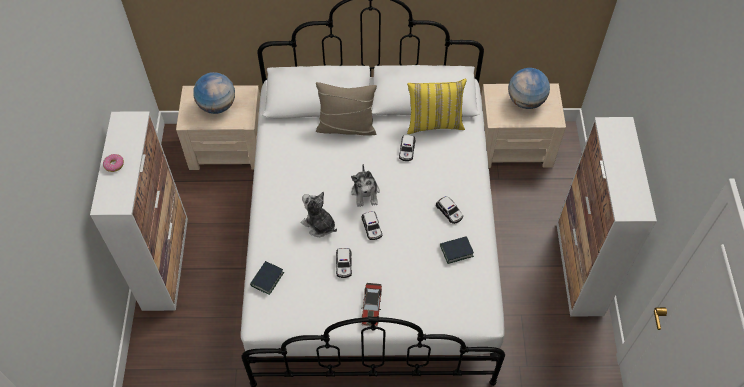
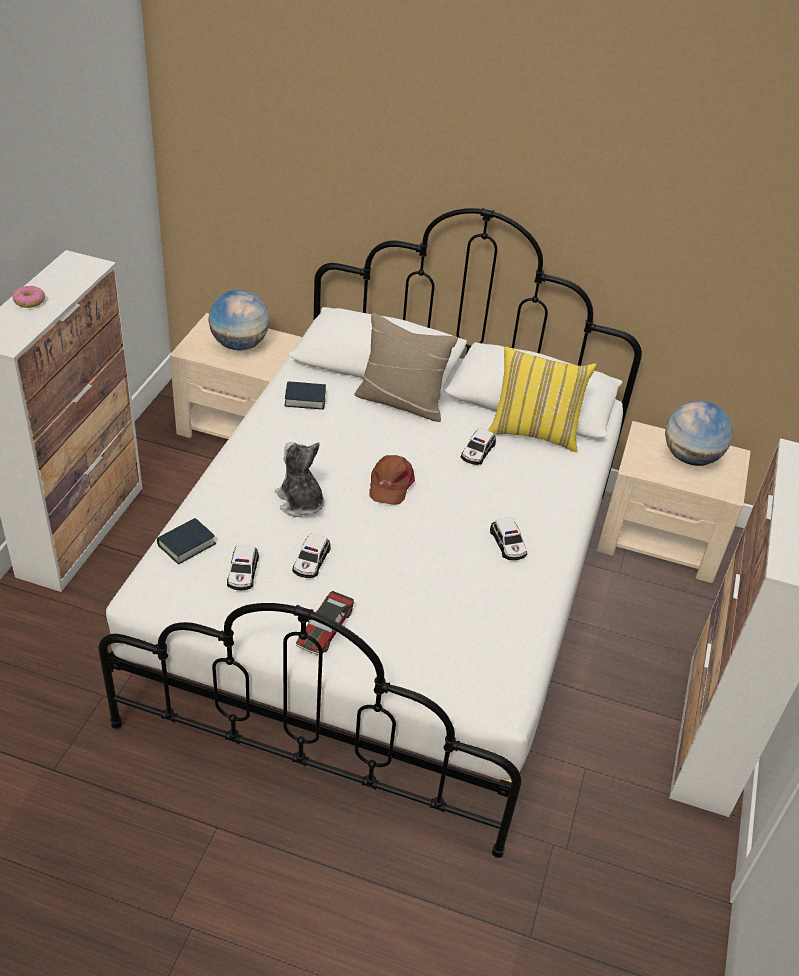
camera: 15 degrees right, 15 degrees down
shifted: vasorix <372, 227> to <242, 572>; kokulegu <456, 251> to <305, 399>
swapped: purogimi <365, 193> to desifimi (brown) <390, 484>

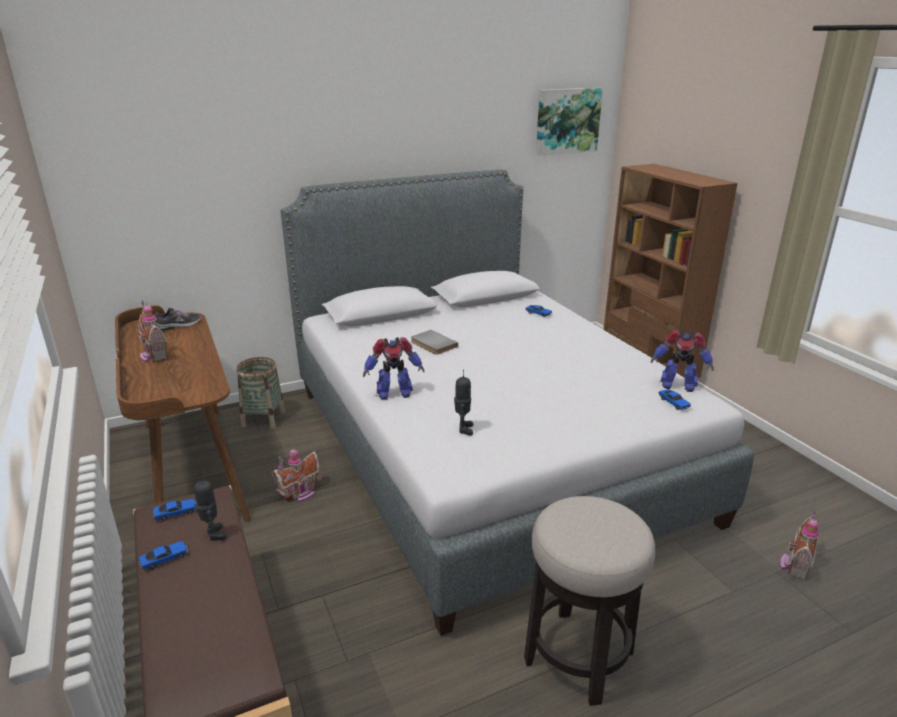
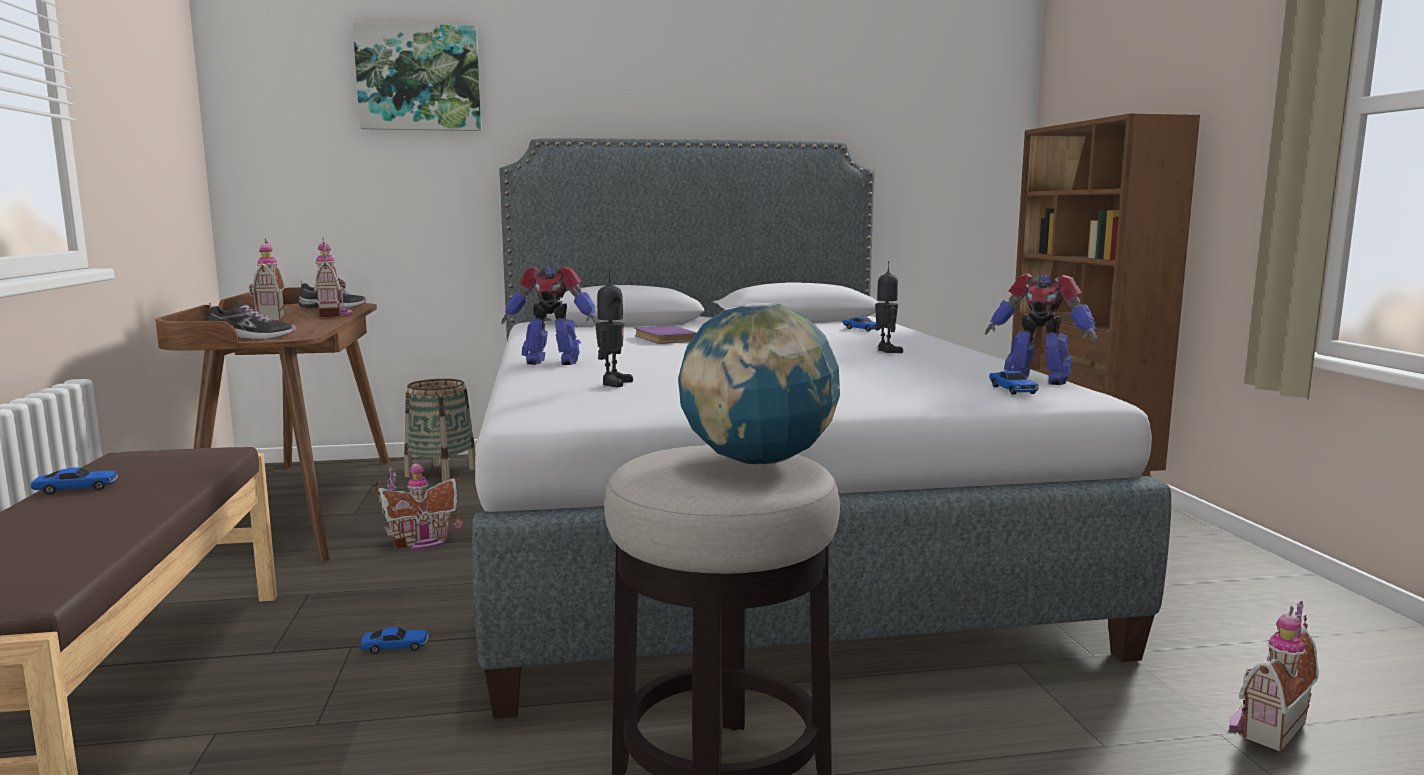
camera: 15 degrees right, 15 degrees down
new: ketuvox <251, 338>; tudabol <335, 314>; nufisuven <758, 461>
shifted: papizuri <567, 121> to <419, 78>; vasorix <176, 513> to <395, 647>; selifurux <213, 535> to <886, 351>
repainted: kokulegu (grey) <432, 344> to kokulegu (purple) <664, 338>

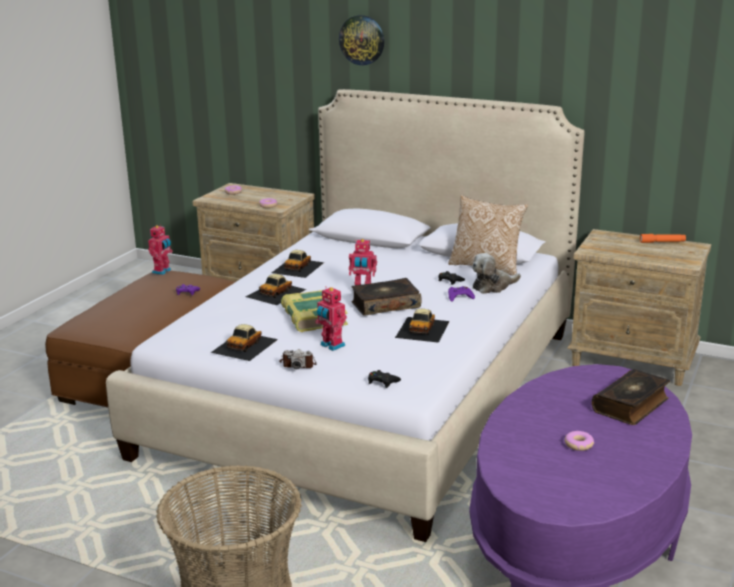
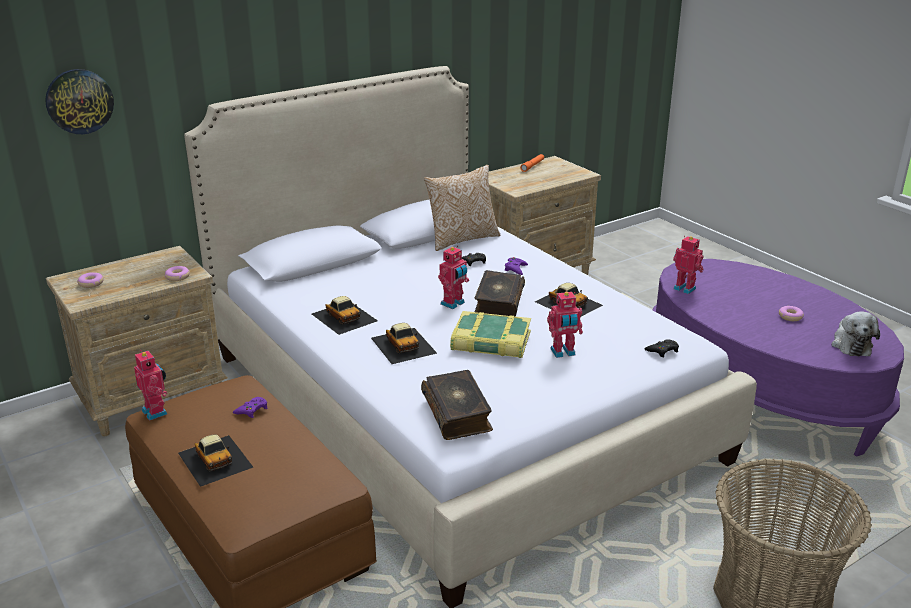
camera: 60 degrees left, 5 degrees up
gone: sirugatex <298, 364>
new: selifurux <685, 288>
shifted: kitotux <362, 40> to <79, 101>; vasorix <245, 345> to <215, 459>; kokulegu <631, 405> to <457, 413>; purogimi <493, 286> to <851, 344>

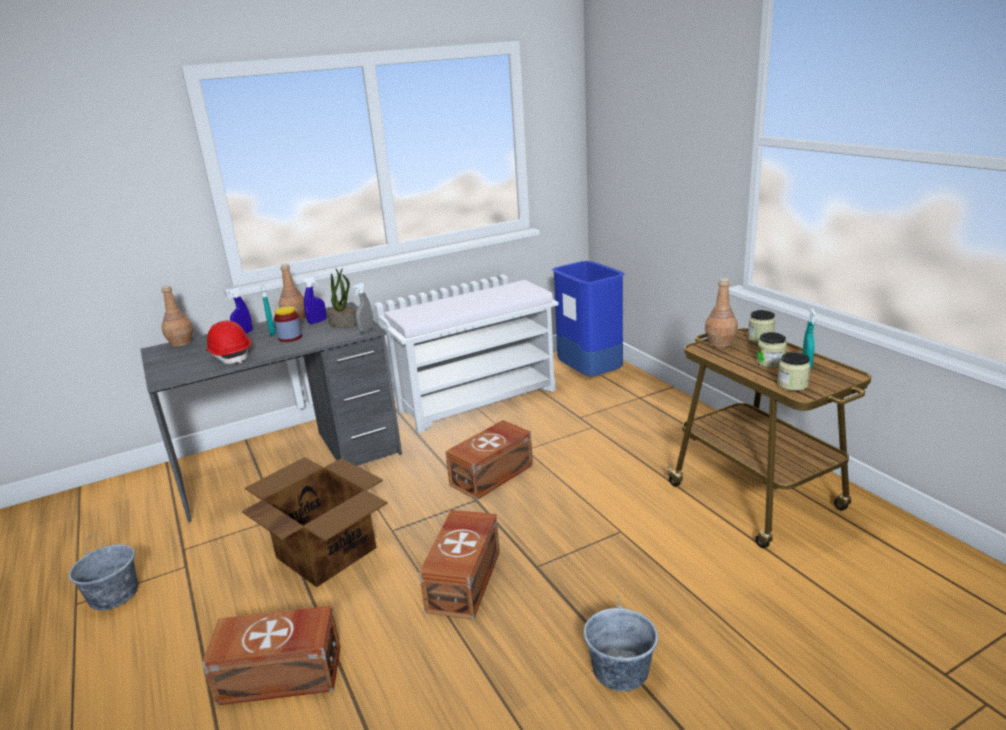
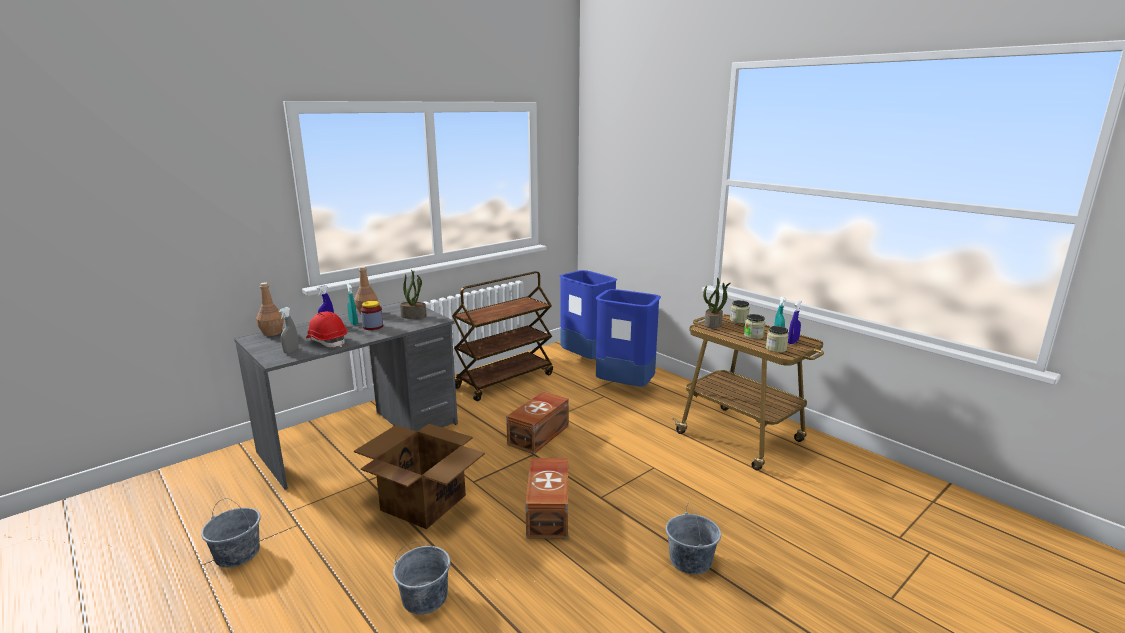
camera: 15 degrees left, 5 degrees down
new: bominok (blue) <625, 387>
shifted: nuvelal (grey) <366, 330> to <291, 351>; nuvelal (blue) <317, 322> to <793, 342>
swapped: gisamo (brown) <282, 676> to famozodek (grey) <425, 598>; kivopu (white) <478, 399> to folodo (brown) <505, 380>; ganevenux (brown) <720, 343> to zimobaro <713, 324>

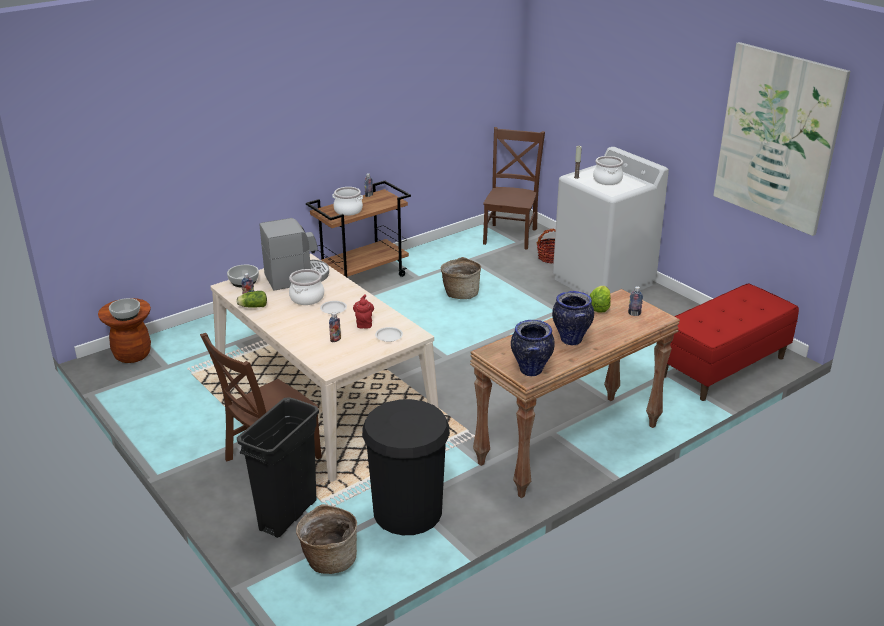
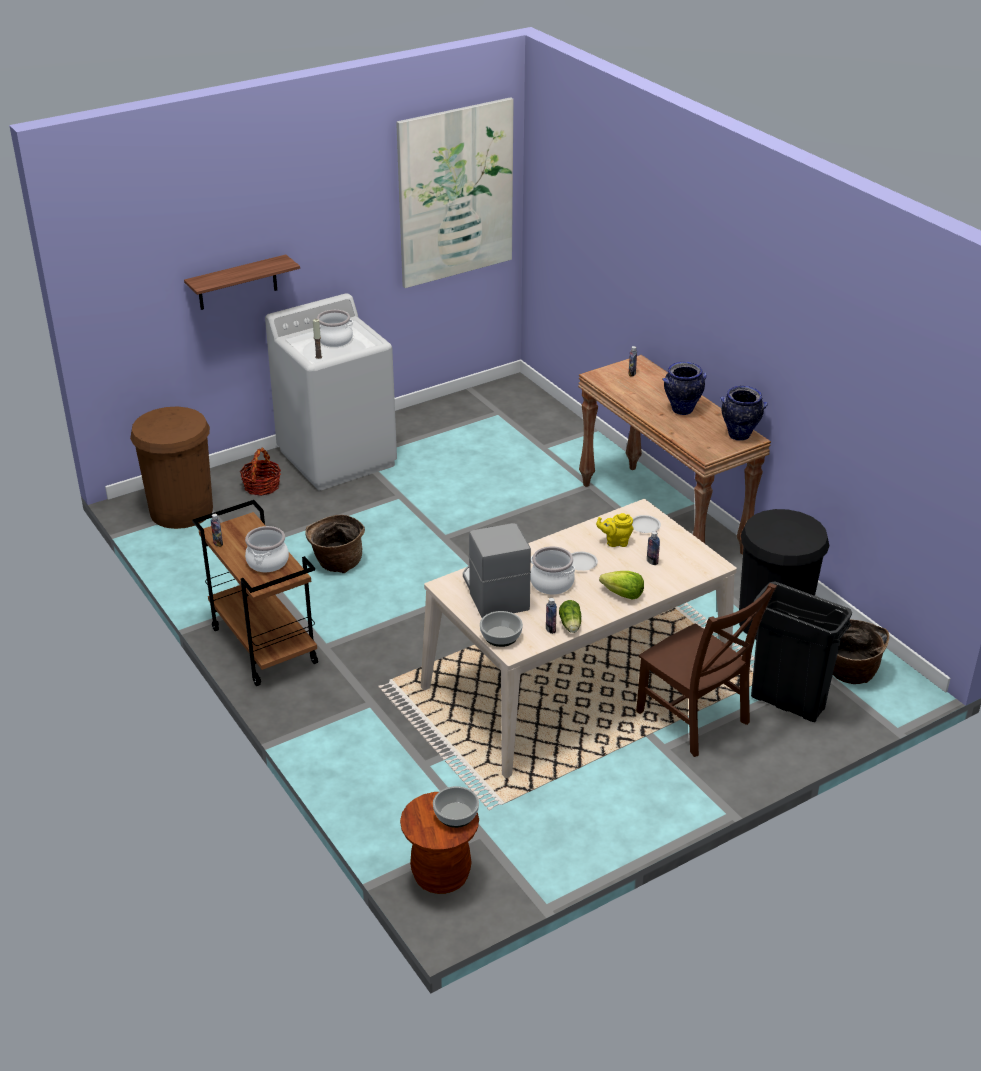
camera: 85 degrees left, 5 degrees up
gone: kivopu (red) <723, 367>
new: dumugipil <237, 283>
shifted: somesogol <599, 307> to <623, 595>
swapped: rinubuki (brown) <511, 235> to bominok (brown) <181, 510>
repainted: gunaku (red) <364, 323> to gunaku (yellow) <615, 542>

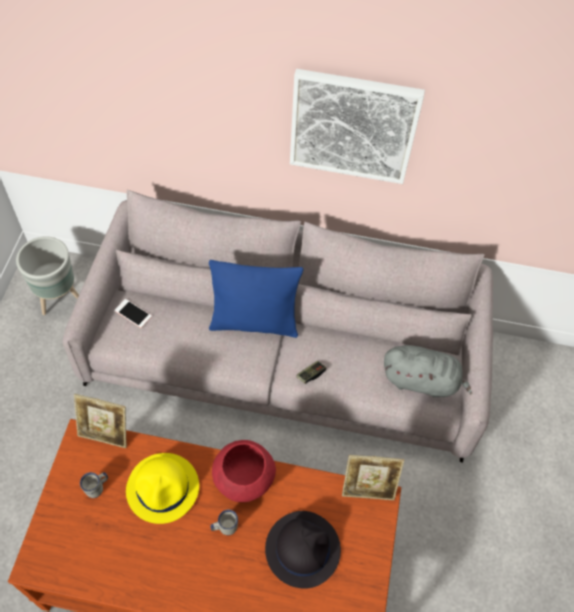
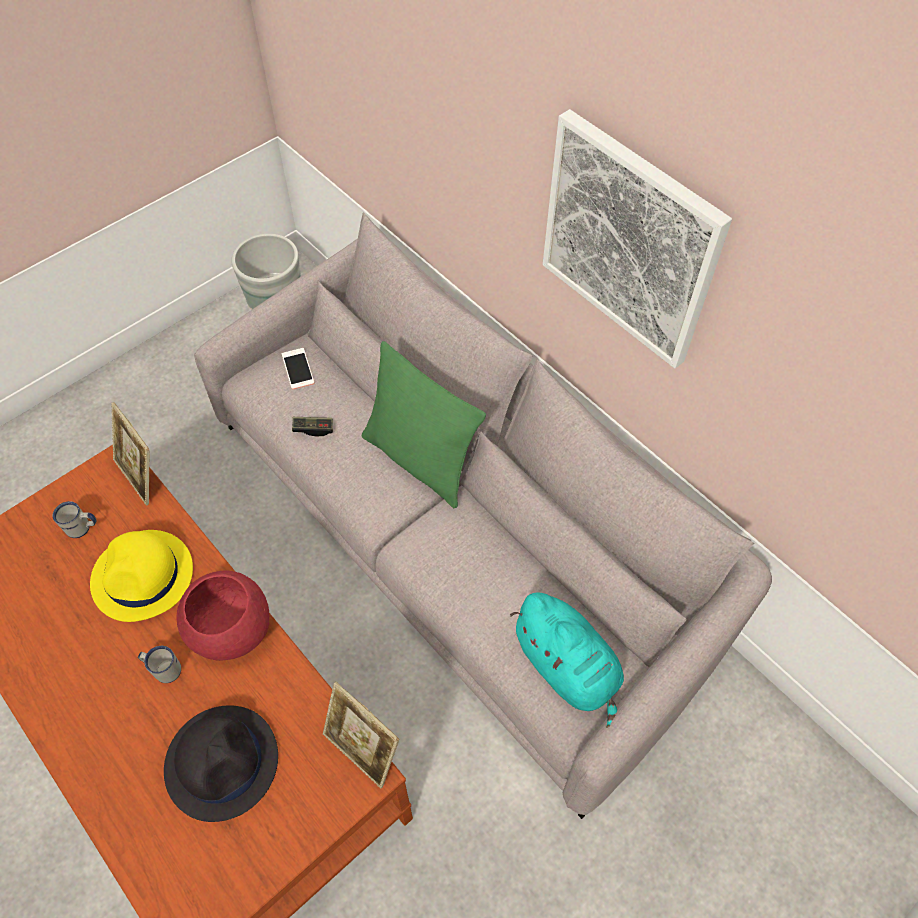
camera: 40 degrees right, 0 degrees up
shifted: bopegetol <311, 374> to <313, 429>
repainted: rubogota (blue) <254, 323> to rubogota (green) <420, 460>; purogimi (grey) <423, 381> to purogimi (turquoise) <568, 668>

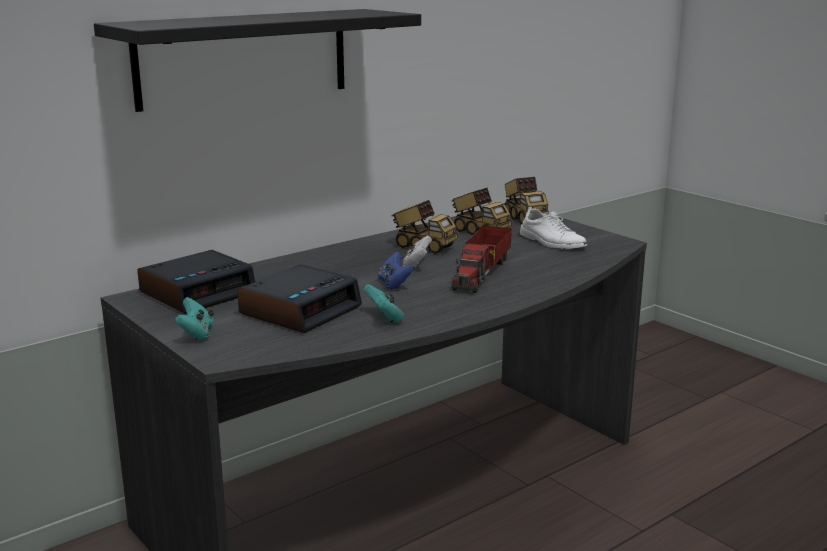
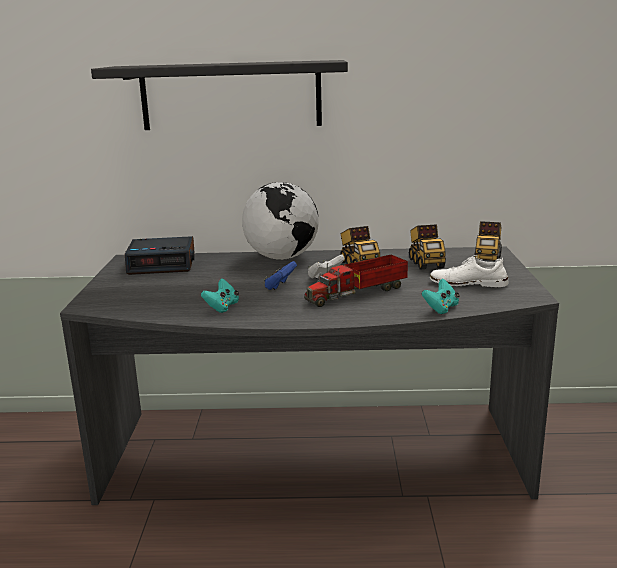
camera: 40 degrees right, 0 degrees up
gone: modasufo <300, 310>
new: nufisuven <282, 258>
shifted: bopegetol (turquoise) <196, 334> to <441, 308>
rotated: ketuvox (white) <551, 242> = <468, 283> 105 degrees clockwise

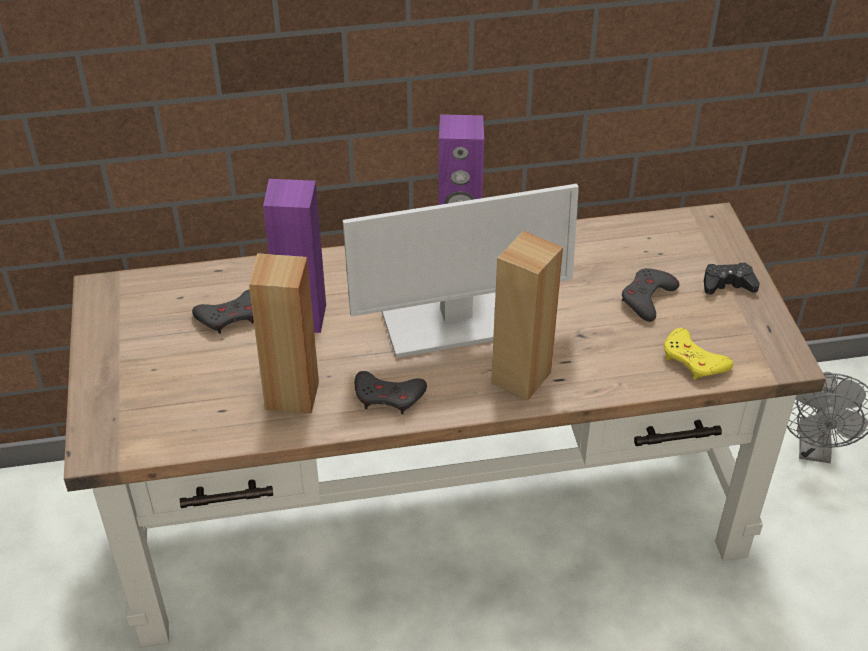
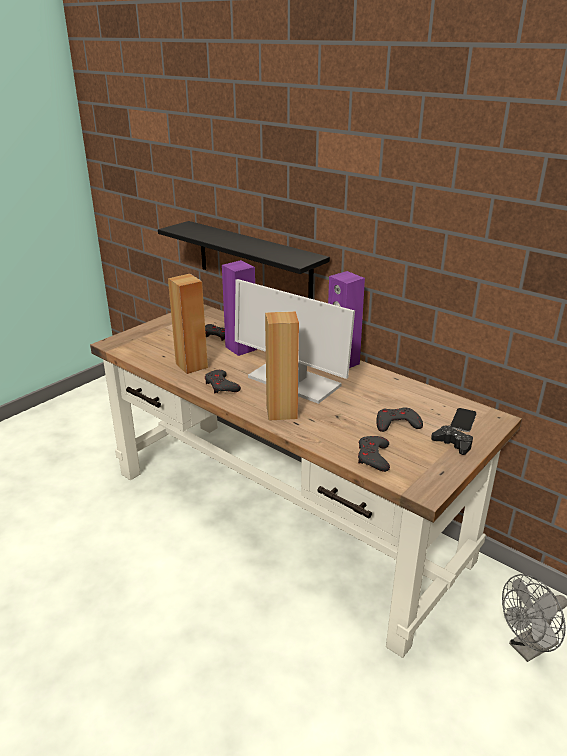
camera: 50 degrees right, 15 degrees down
new: dumugipil (black) <253, 261>; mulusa <463, 420>
repainted: bopegetol (yellow) <693, 360> to bopegetol (grey) <373, 457>

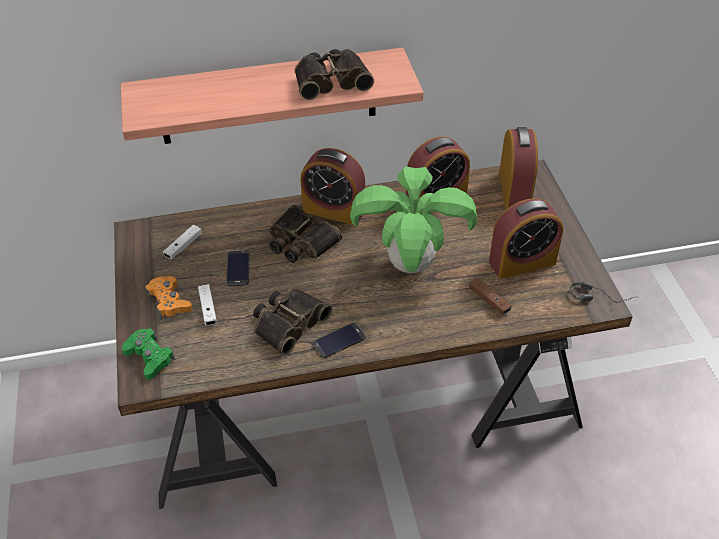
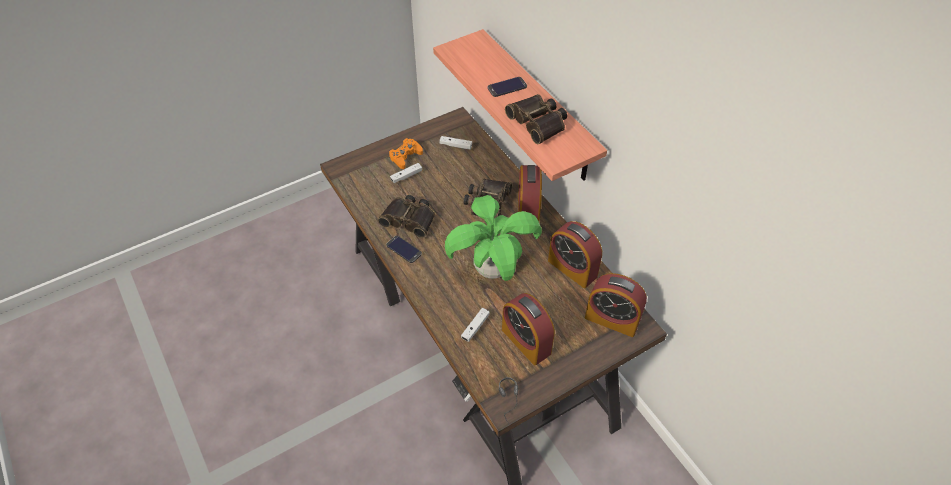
camera: 70 degrees right, 5 degrees up
gone: bopegetol (green) <149, 357>
shifted: mulusa <238, 268> to <507, 87>
repainted: bopegetol (brown) <489, 300> to bopegetol (white) <475, 327>
rotated: modasufo <514, 190> = <612, 319> 45 degrees clockwise

